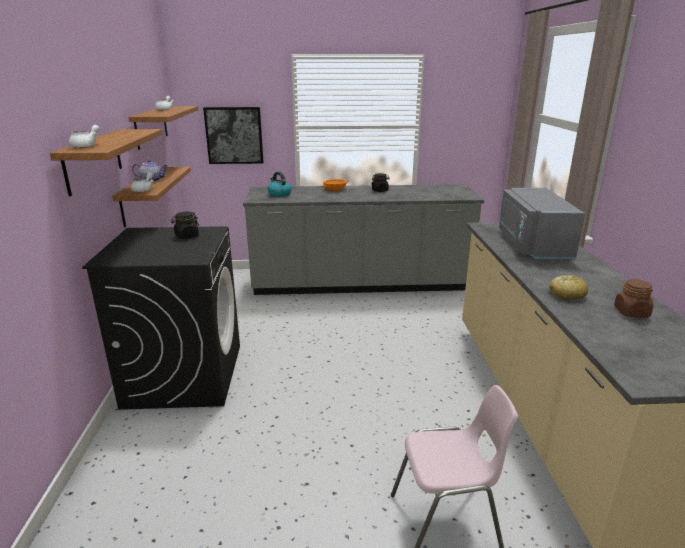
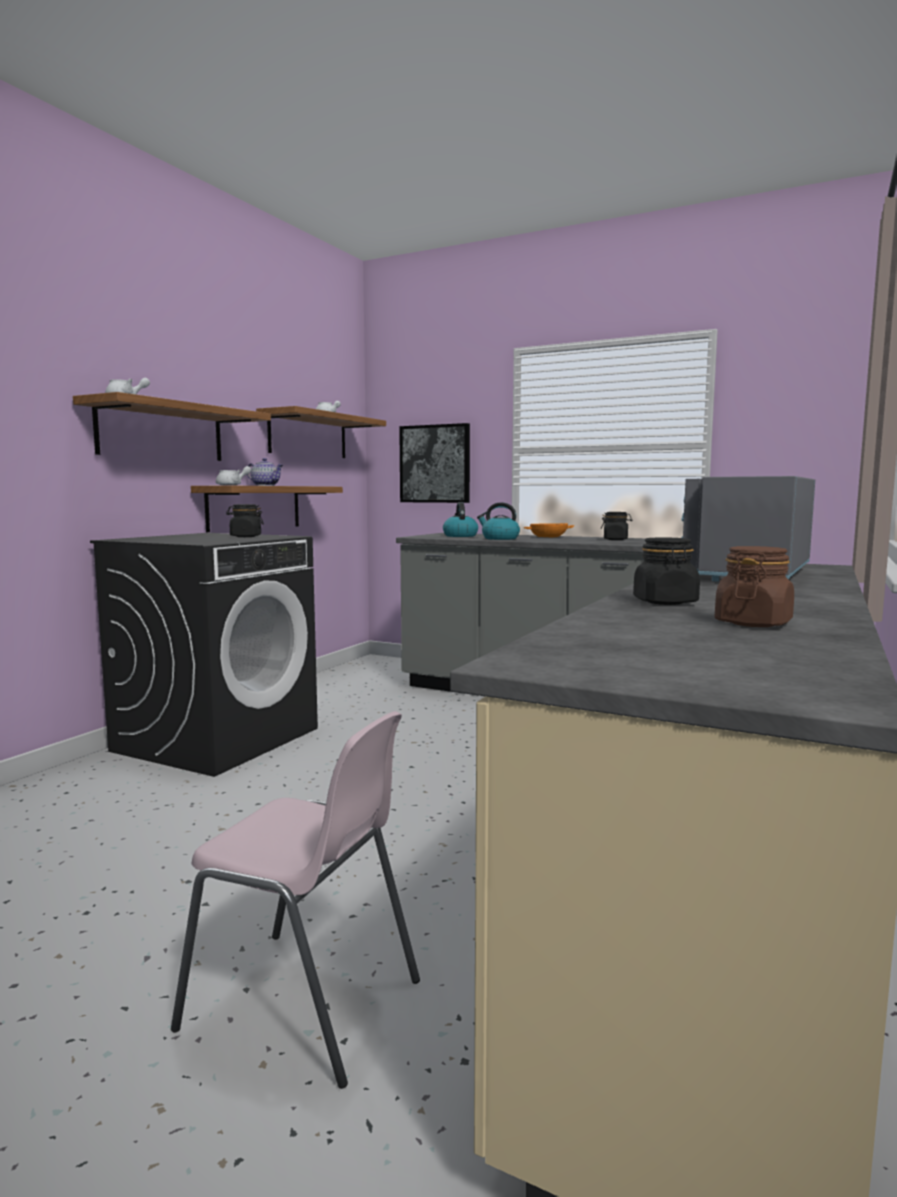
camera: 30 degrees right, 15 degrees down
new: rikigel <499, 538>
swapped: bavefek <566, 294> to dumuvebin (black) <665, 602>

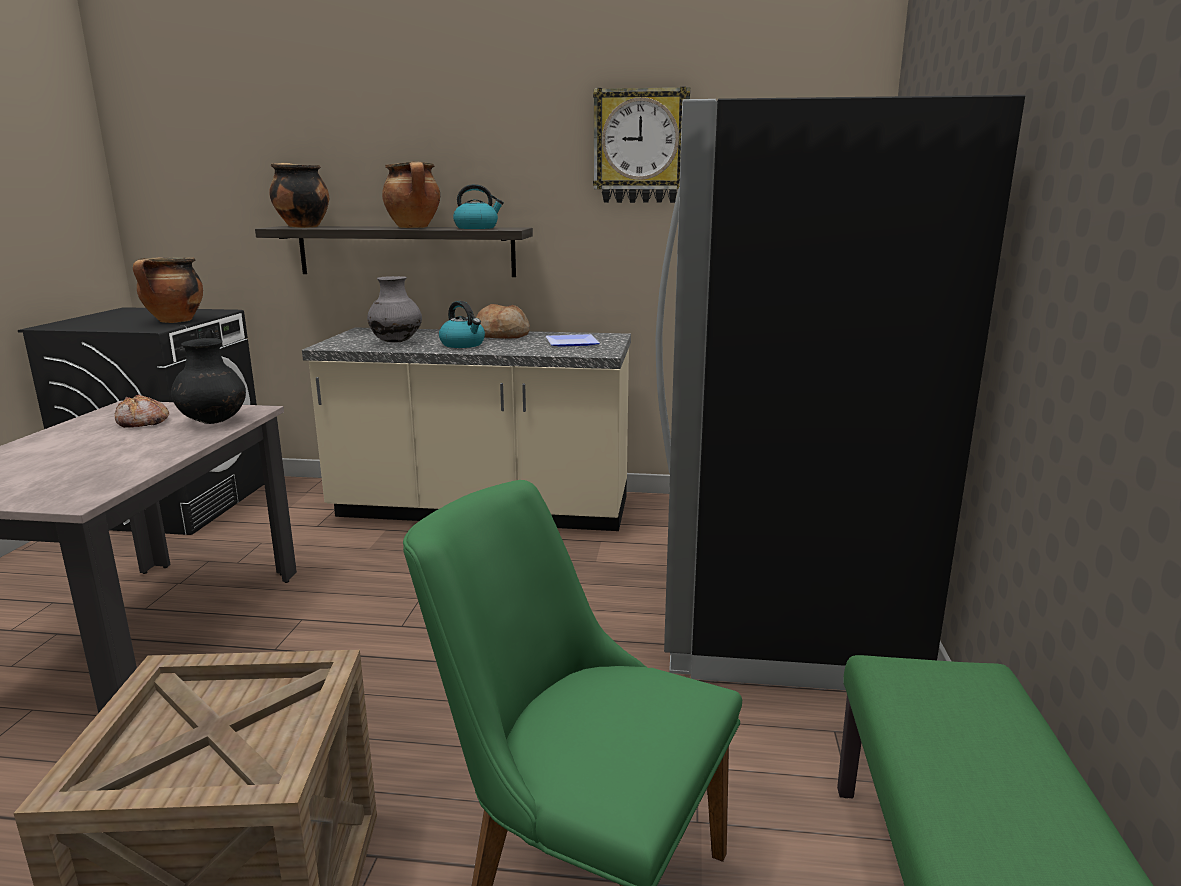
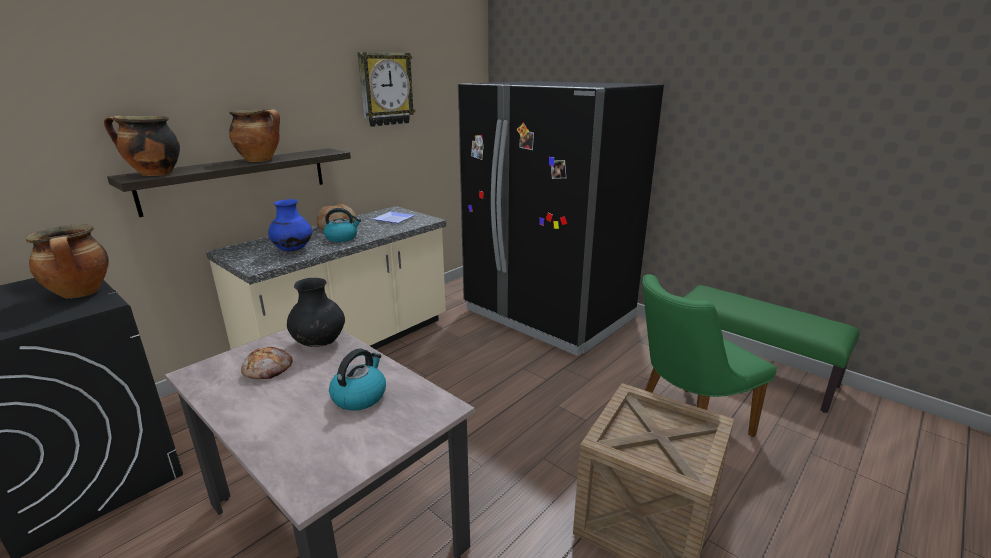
camera: 55 degrees left, 5 degrees up
shifted: rikigel <477, 228> to <359, 396>
repainted: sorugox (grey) <396, 342> to sorugox (blue) <293, 250>

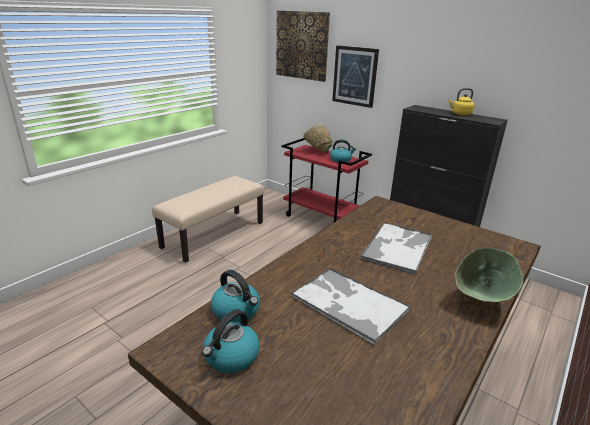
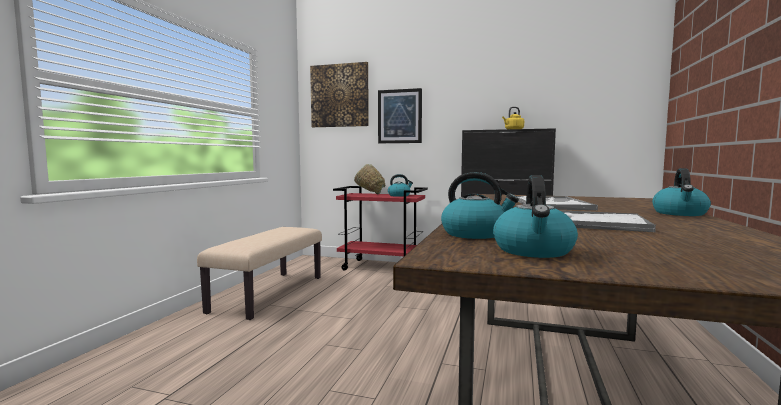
camera: 20 degrees left, 20 degrees down
swapped: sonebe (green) <481, 303> to rikigel <680, 213>

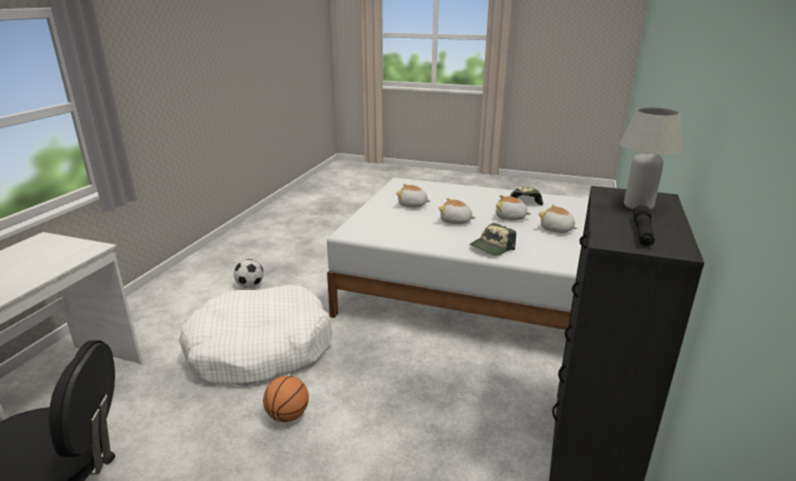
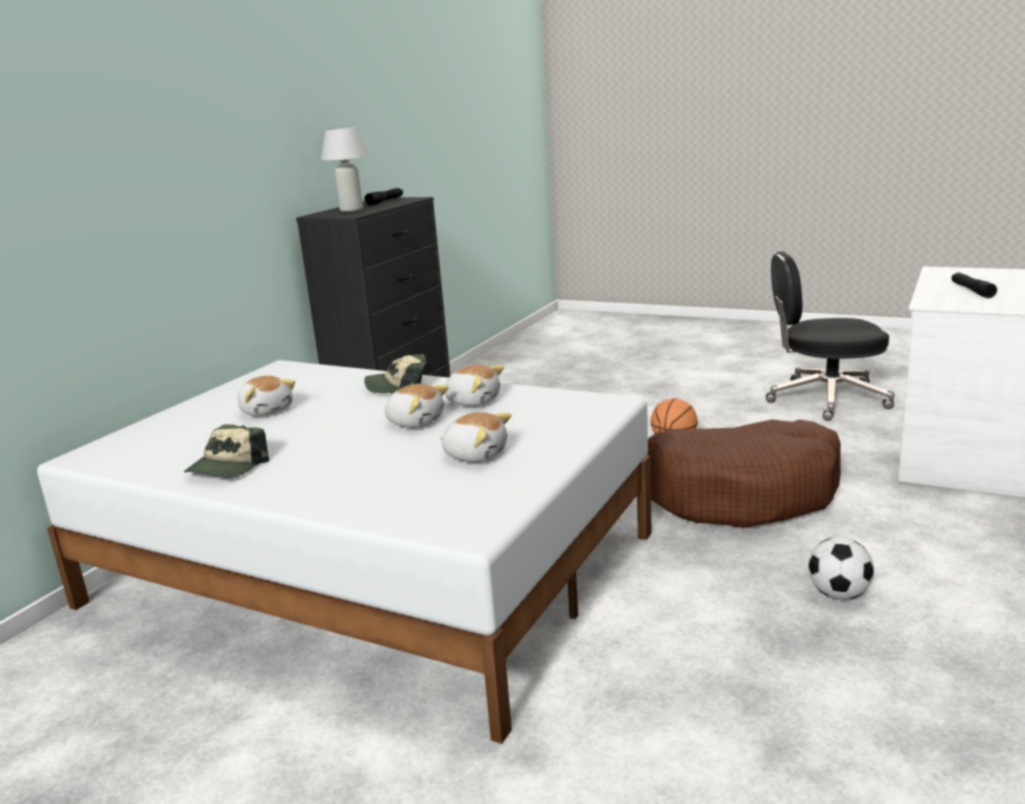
camera: 170 degrees left, 5 degrees down
new: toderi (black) <972, 291>
shifted: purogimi <510, 218> to <473, 401>
repainted: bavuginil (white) <260, 349> to bavuginil (brown) <741, 493>
rotated: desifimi <491, 247> = <398, 386> 150 degrees counterclockwise

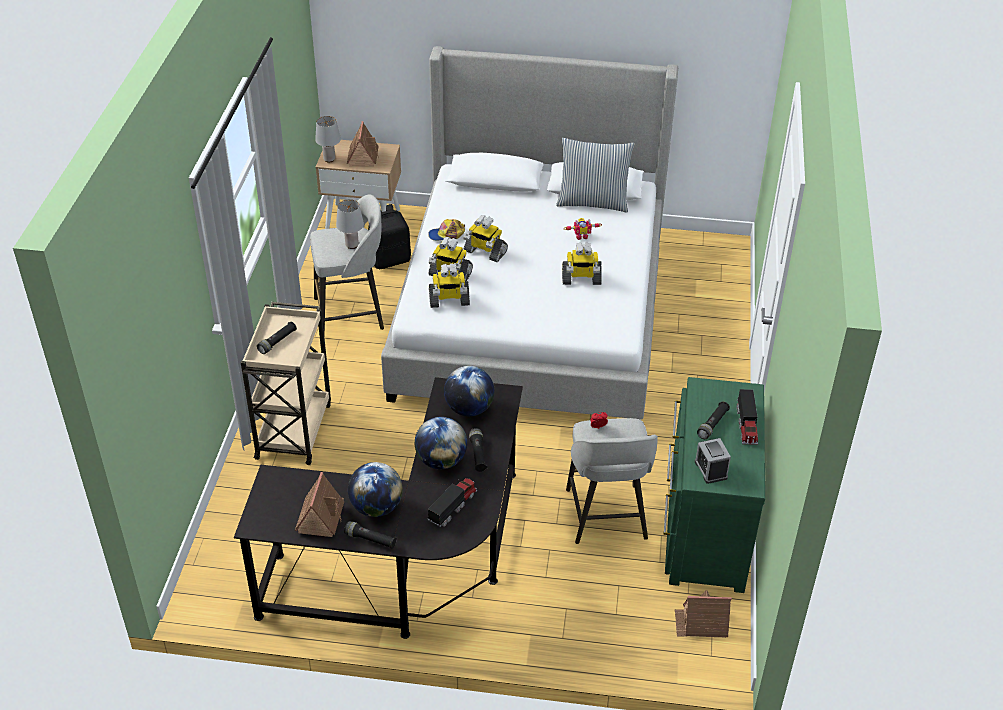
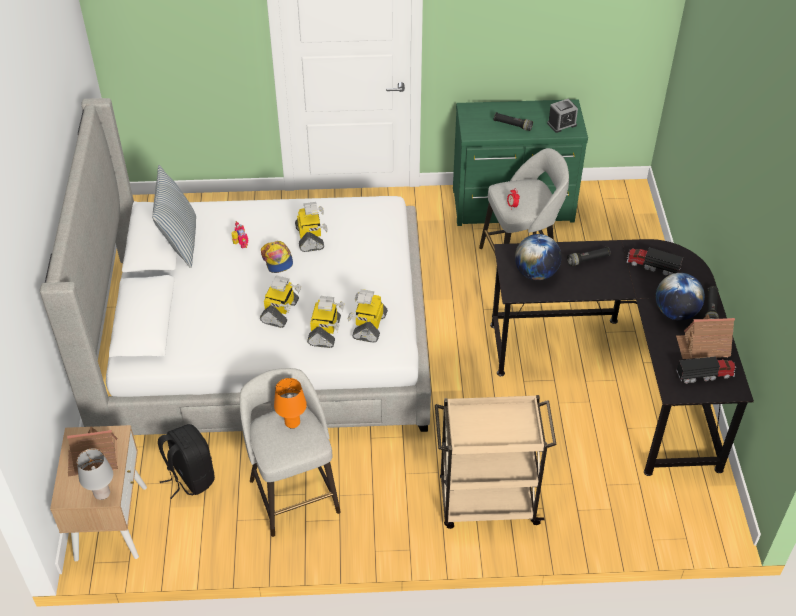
camera: 100 degrees left, 5 degrees up
gone: toderi (black) <277, 342>; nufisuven <441, 461>; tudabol <701, 623>
shifted: desifimi <447, 235> to <277, 260>; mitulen <746, 424> to <705, 375>
repainted: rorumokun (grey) <351, 245> to rorumokun (orange) <293, 423>
rotated: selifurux <449, 300> = <369, 326> 150 degrees counterclockwise

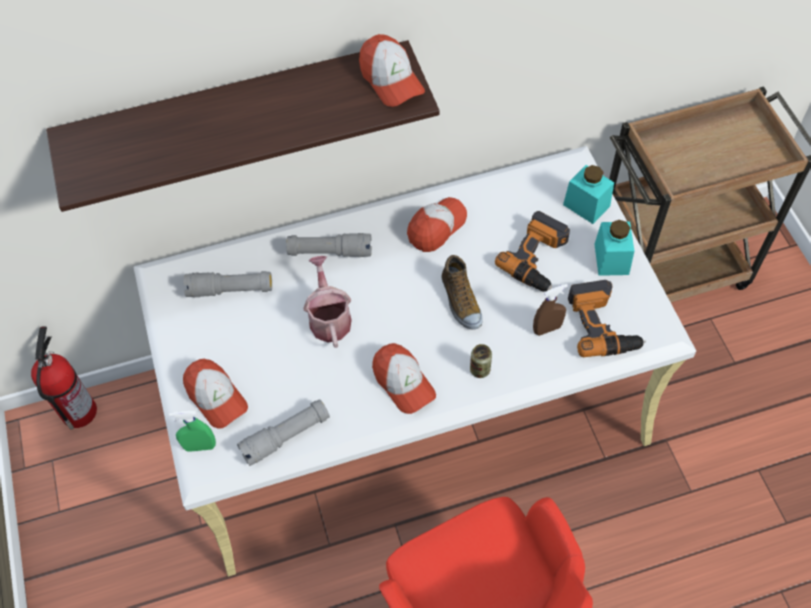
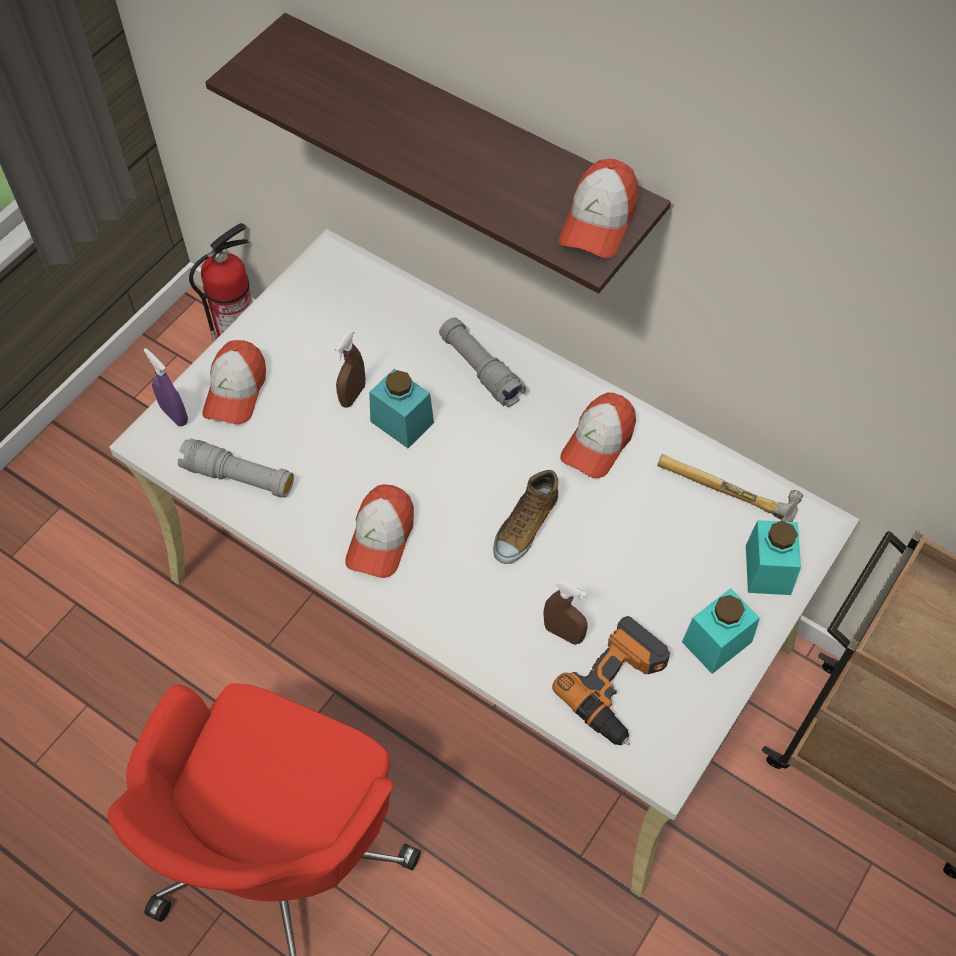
camera: 50 degrees right, 0 degrees up
gone: toderi (grey) <230, 289>; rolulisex <480, 370>; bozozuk <538, 258>
new: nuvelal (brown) <353, 395>; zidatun <724, 498>
swapped: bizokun <329, 318> to dumuvebin (turquoise) <402, 422>
repainted: nuvelal (green) <200, 446> to nuvelal (purple) <174, 415>
rotated: desifimi <436, 227> = <598, 443> 120 degrees clockwise

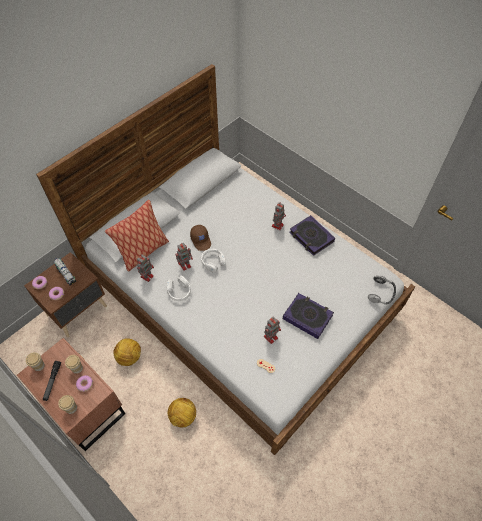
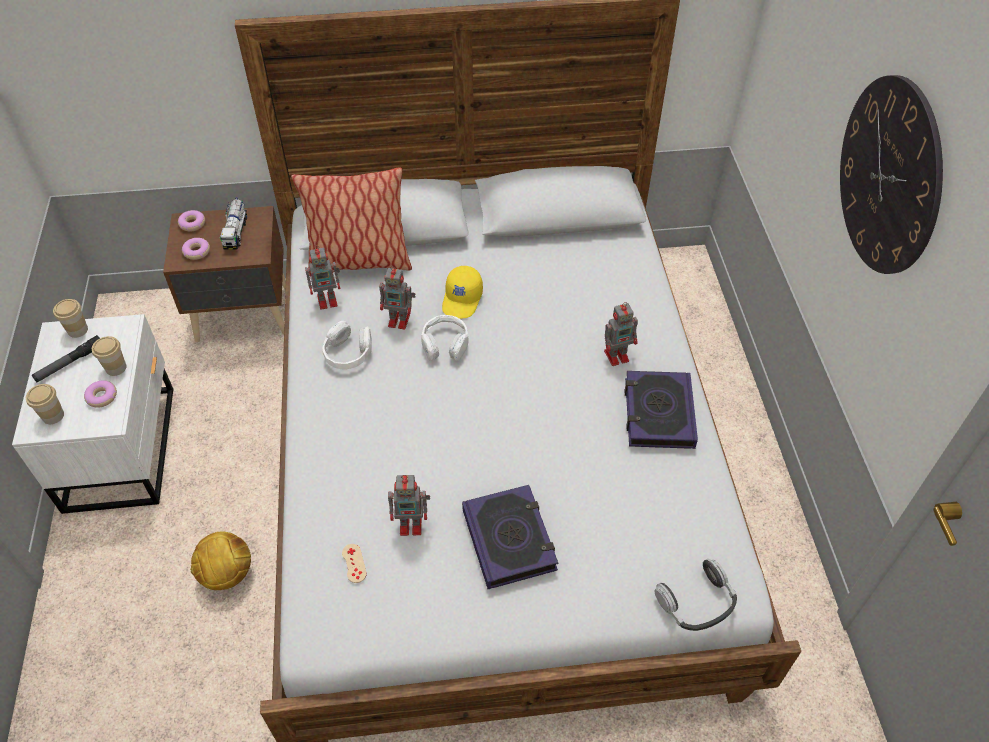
camera: 40 degrees right, 5 degrees down
gone: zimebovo <129, 357>
new: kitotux <889, 176>
repainted: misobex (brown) <83, 403> to misobex (white) <124, 446>; desifimi (brown) <201, 240> to desifimi (yellow) <462, 299>

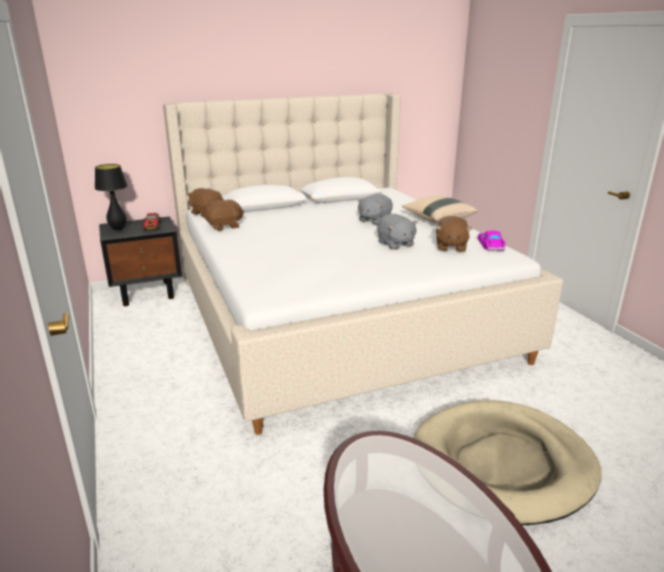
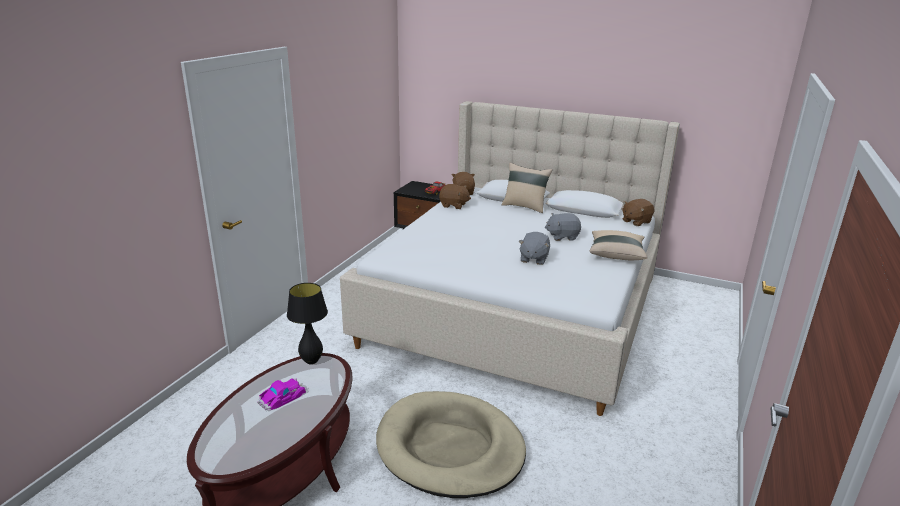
camera: 45 degrees right, 0 degrees up
new: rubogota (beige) <525, 207>
shifted: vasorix <491, 244> to <282, 397>; rorumokun (black) <118, 229> to <311, 361>; purogimi (brown) <450, 247> to <636, 221>

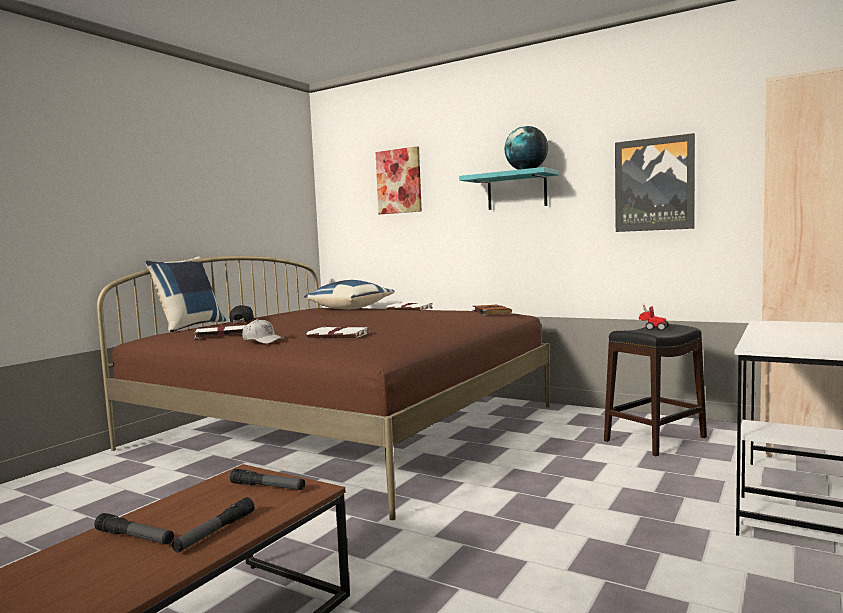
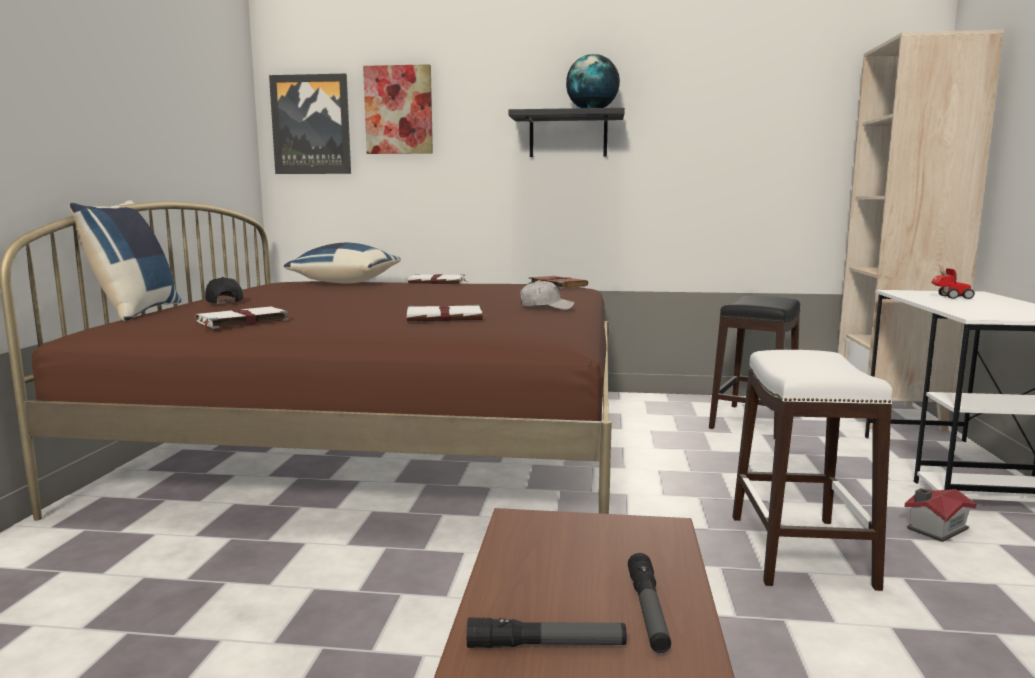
camera: 25 degrees left, 5 degrees up
gone: toderi <268, 487>
new: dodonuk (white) <800, 550>; tudabol <935, 528>
shifted: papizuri <654, 184> to <311, 125>; desifimi (white) <263, 340> to <546, 307>; vasorix <652, 328> to <950, 297>
repainted: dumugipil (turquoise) <517, 191> to dumugipil (black) <568, 135>

